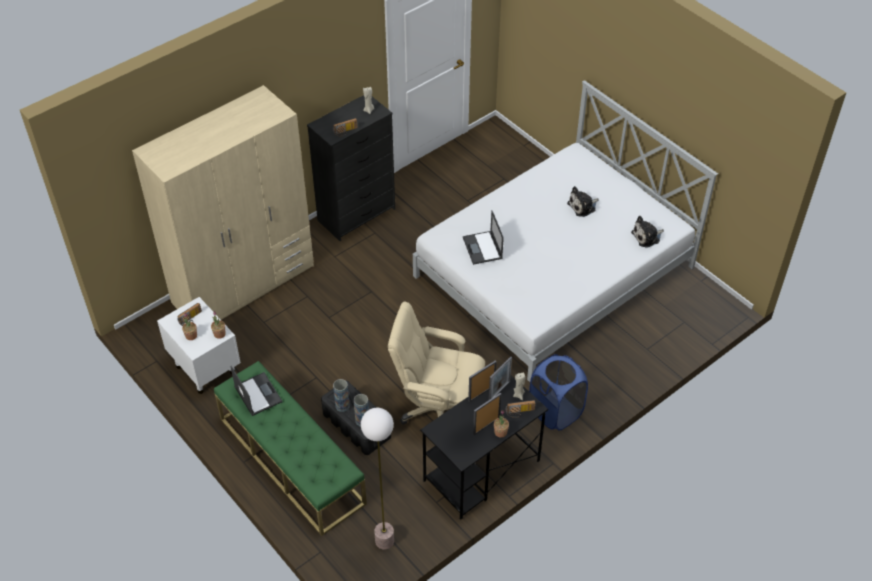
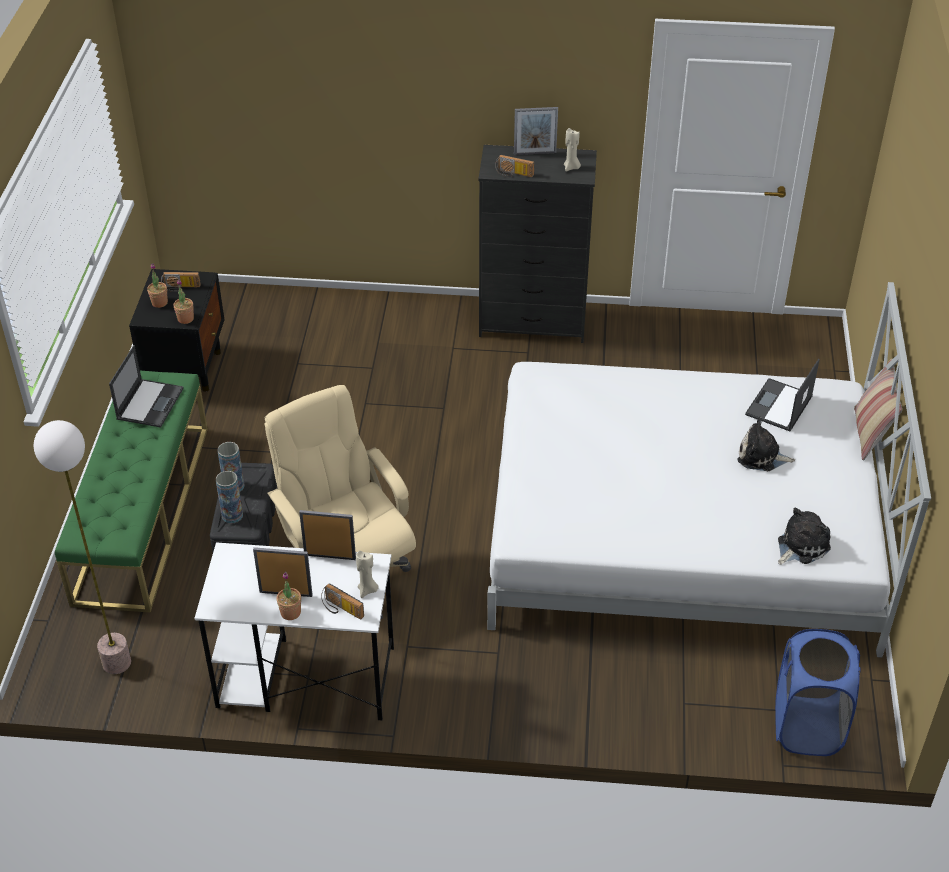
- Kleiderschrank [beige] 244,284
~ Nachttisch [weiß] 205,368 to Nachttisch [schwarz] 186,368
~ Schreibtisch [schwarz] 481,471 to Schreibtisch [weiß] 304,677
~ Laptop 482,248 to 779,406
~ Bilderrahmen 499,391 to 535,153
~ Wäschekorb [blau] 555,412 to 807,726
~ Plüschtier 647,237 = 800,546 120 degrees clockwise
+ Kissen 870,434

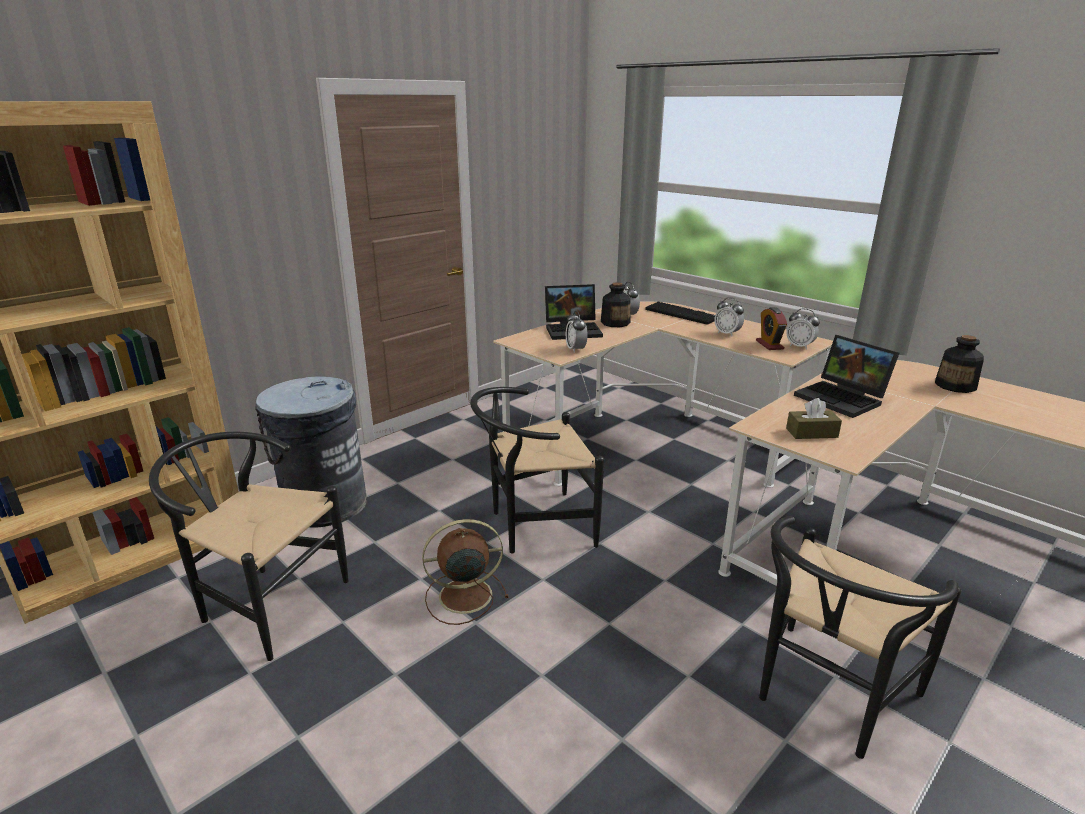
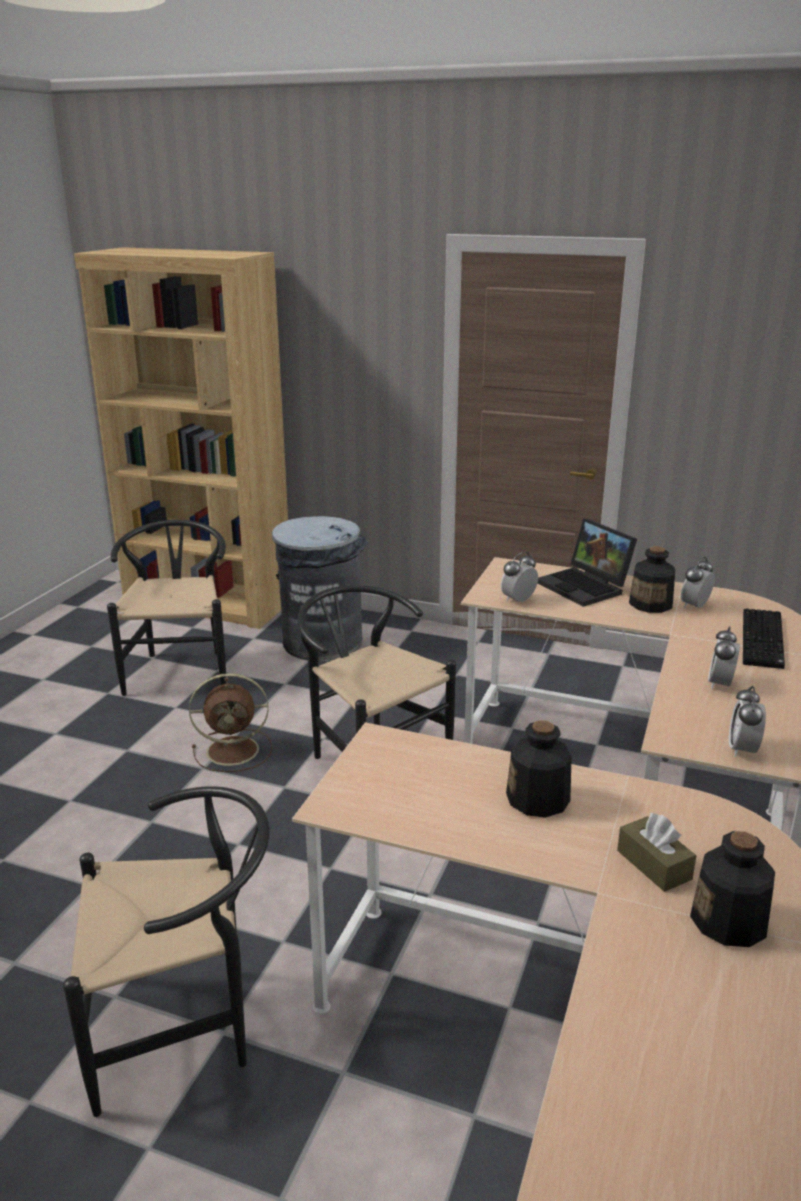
~ Ventilator [braun] 463,596 = 235,750 120 degrees clockwise
- Wecker 769,345
~ Stuhl [schwarz] 826,698 = 186,1026 150 degrees clockwise
~ Taschentuchbox [braun] 811,433 to 654,865
~ Laptop 843,399 to Flasche 538,799

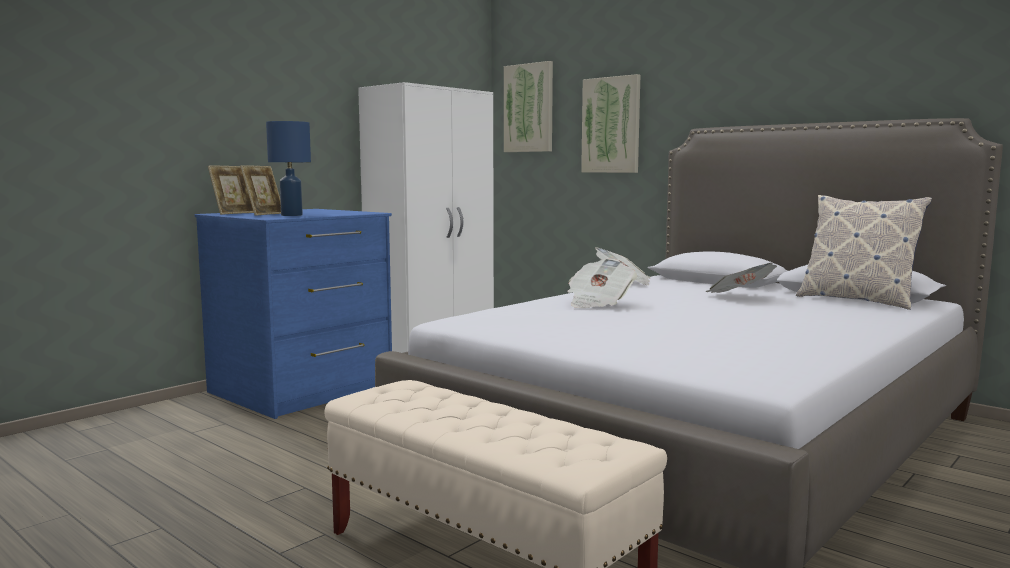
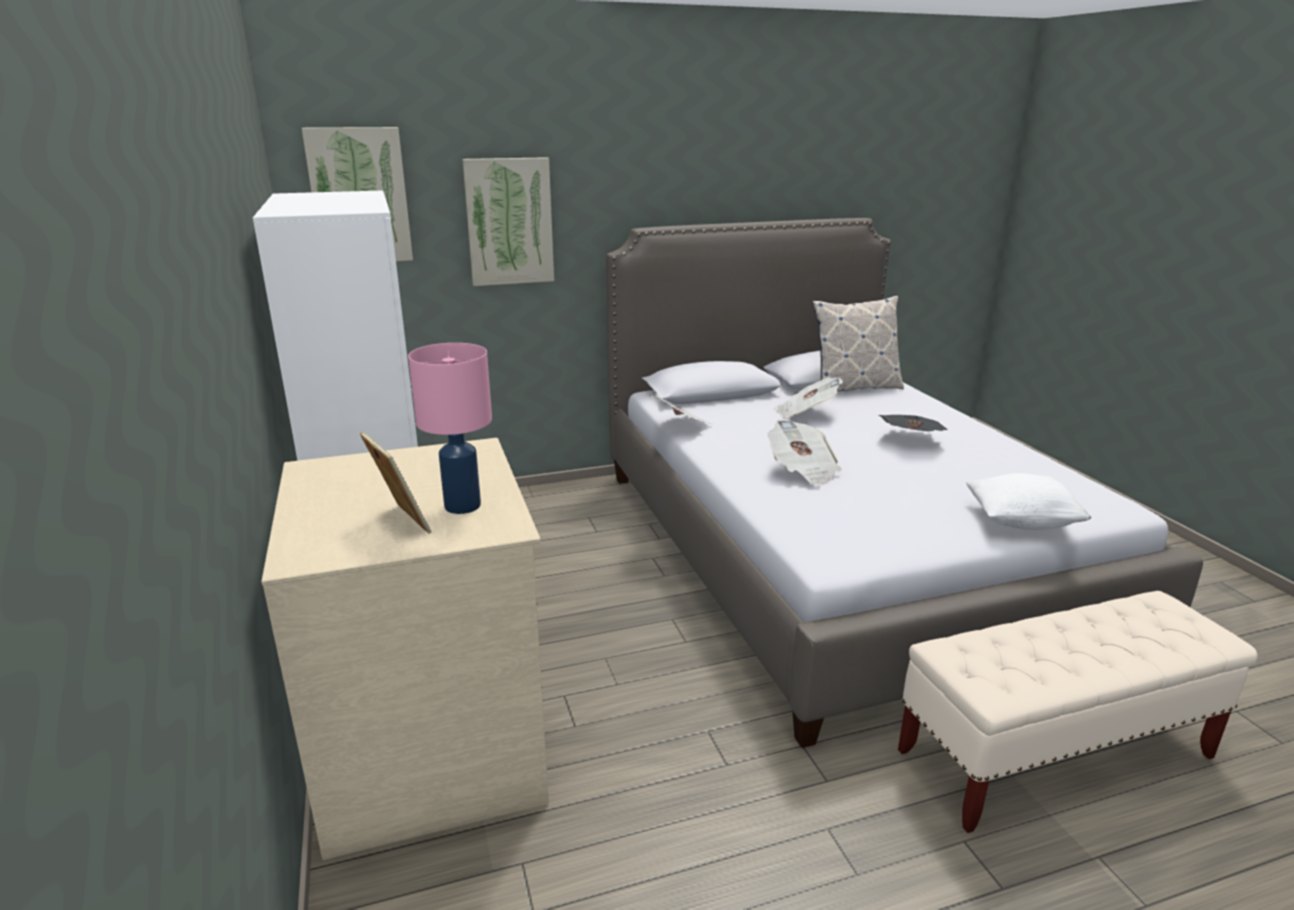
~ Kommode [blau] 302,390 to Kommode [beige] 435,746
- Bilderrahmen 233,213
~ Tischlampe [blau] 292,215 to Tischlampe [rosa] 461,505
+ Zeitung 911,440
+ Kissen [weiß] 1022,522

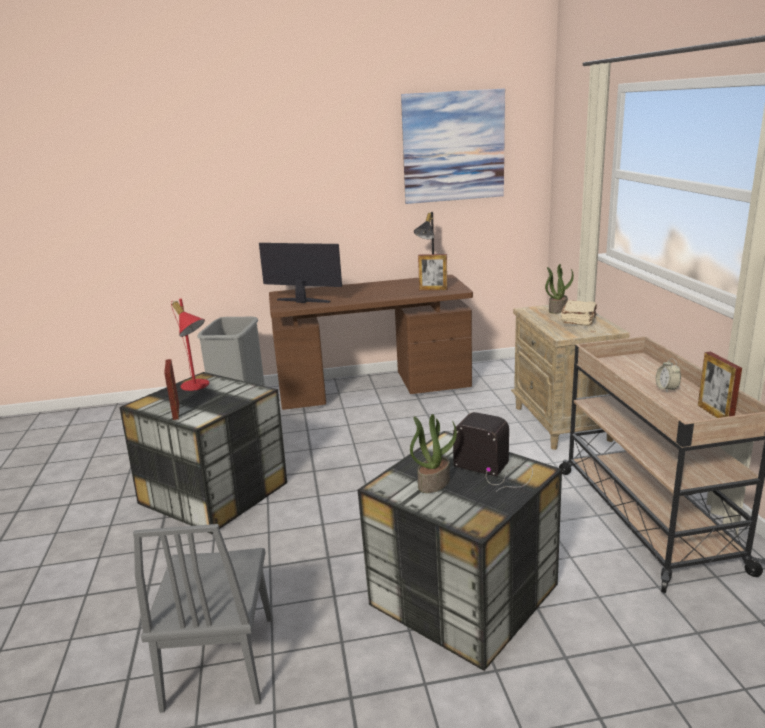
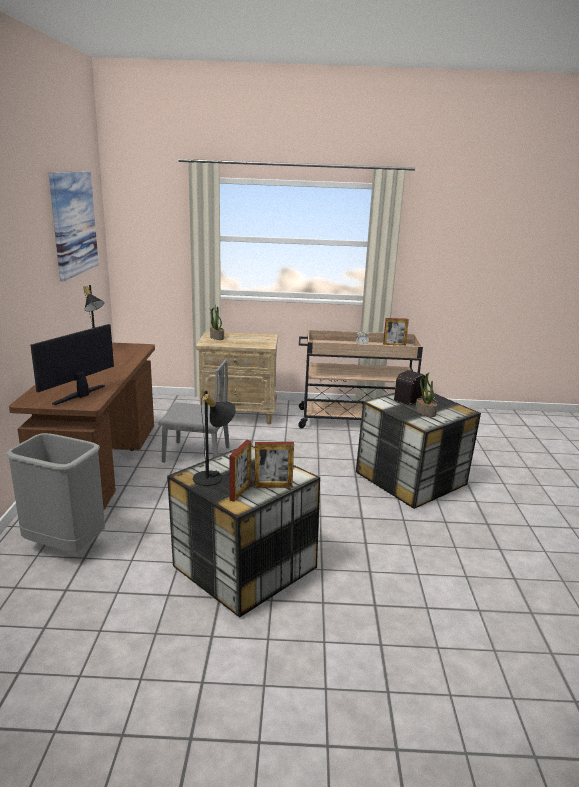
~ Stuhl [grau] 220,661 to 196,454
~ Tischlampe [rot] 197,386 to Tischlampe [schwarz] 213,477
~ Bilderrahmen 433,289 to 240,491
- Buch [beige] 579,320

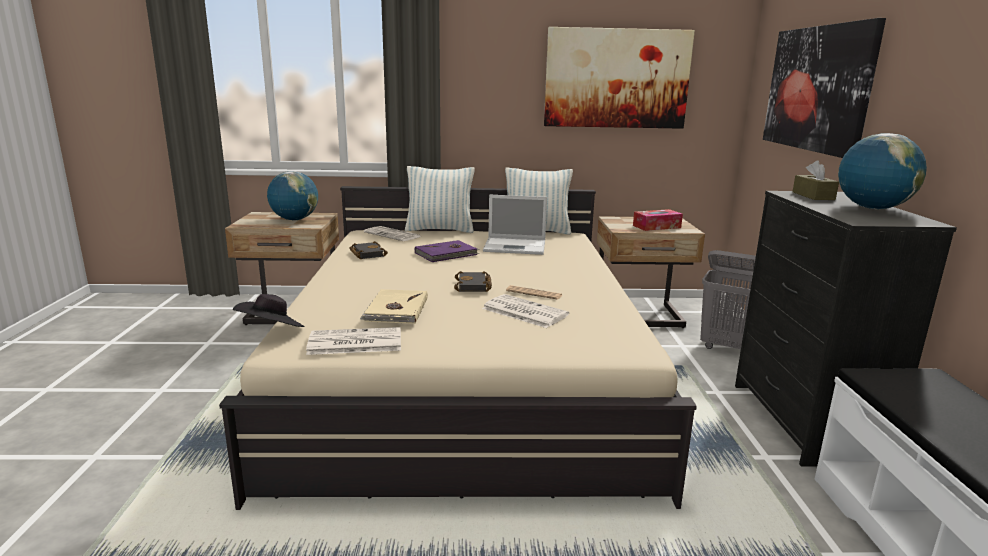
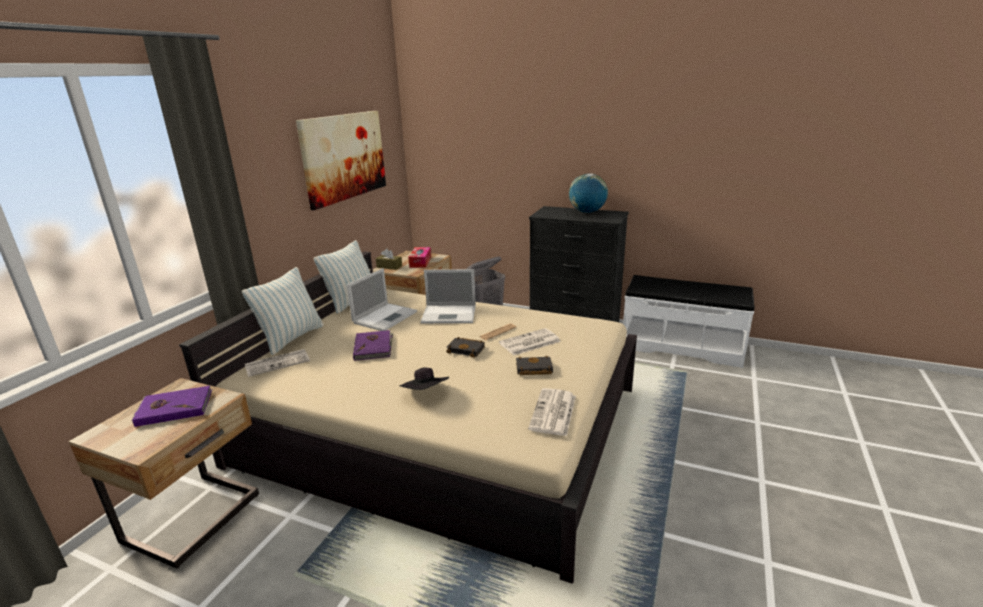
~ Hut [schwarz] 272,331 to 426,394
~ Globus 295,220 to Buch [lila] 174,408
~ Buch [schwarz] 366,254 to 533,369
- Buch [beige] 395,310
- Bild 817,89
~ Taschentuchbox [braun] 813,196 to 389,266
+ Laptop 450,314

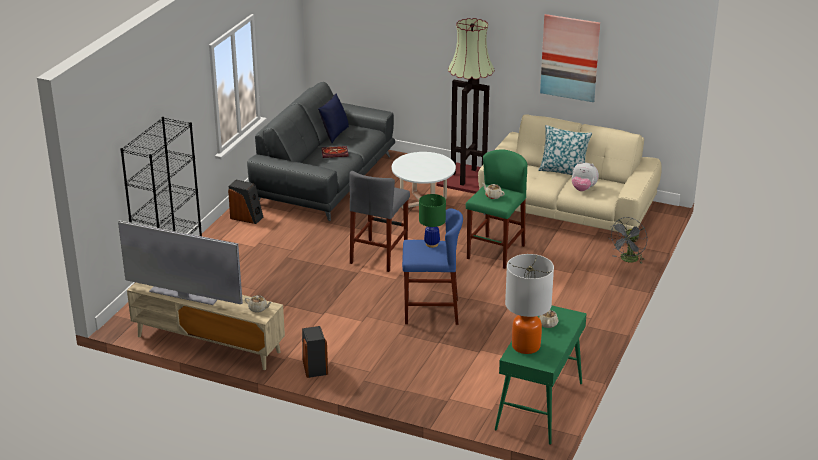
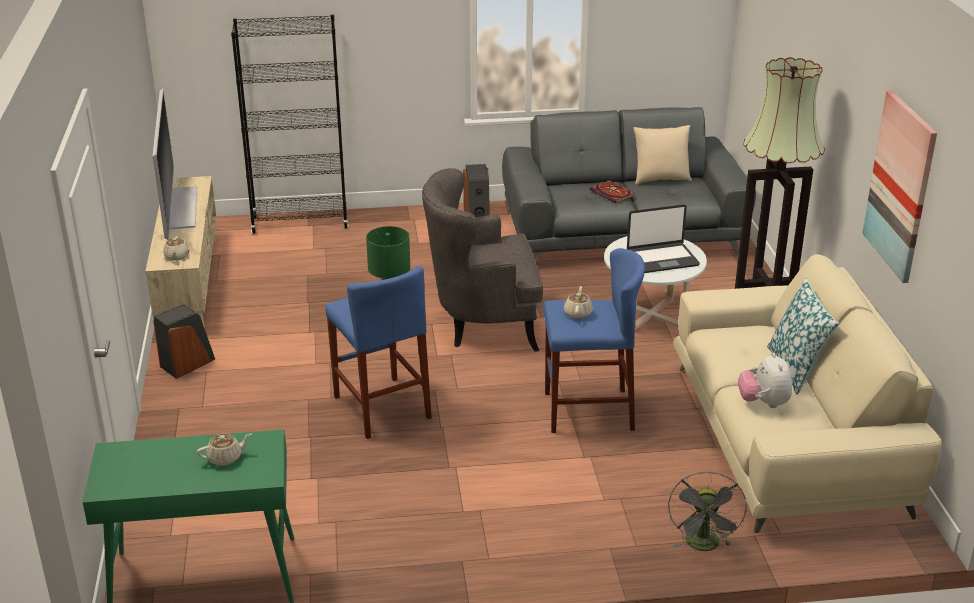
~ Kissen [blau] 334,134 to Kissen [beige] 660,179
~ Hocker [grau] 379,255 to Sessel [grau] 483,325
~ Hocker [grün] 495,252 to Hocker [blau] 588,411
- Tischlampe 525,346
~ Ventilator [grau] 628,260 = 704,546 90 degrees counterclockwise
+ Laptop 662,259

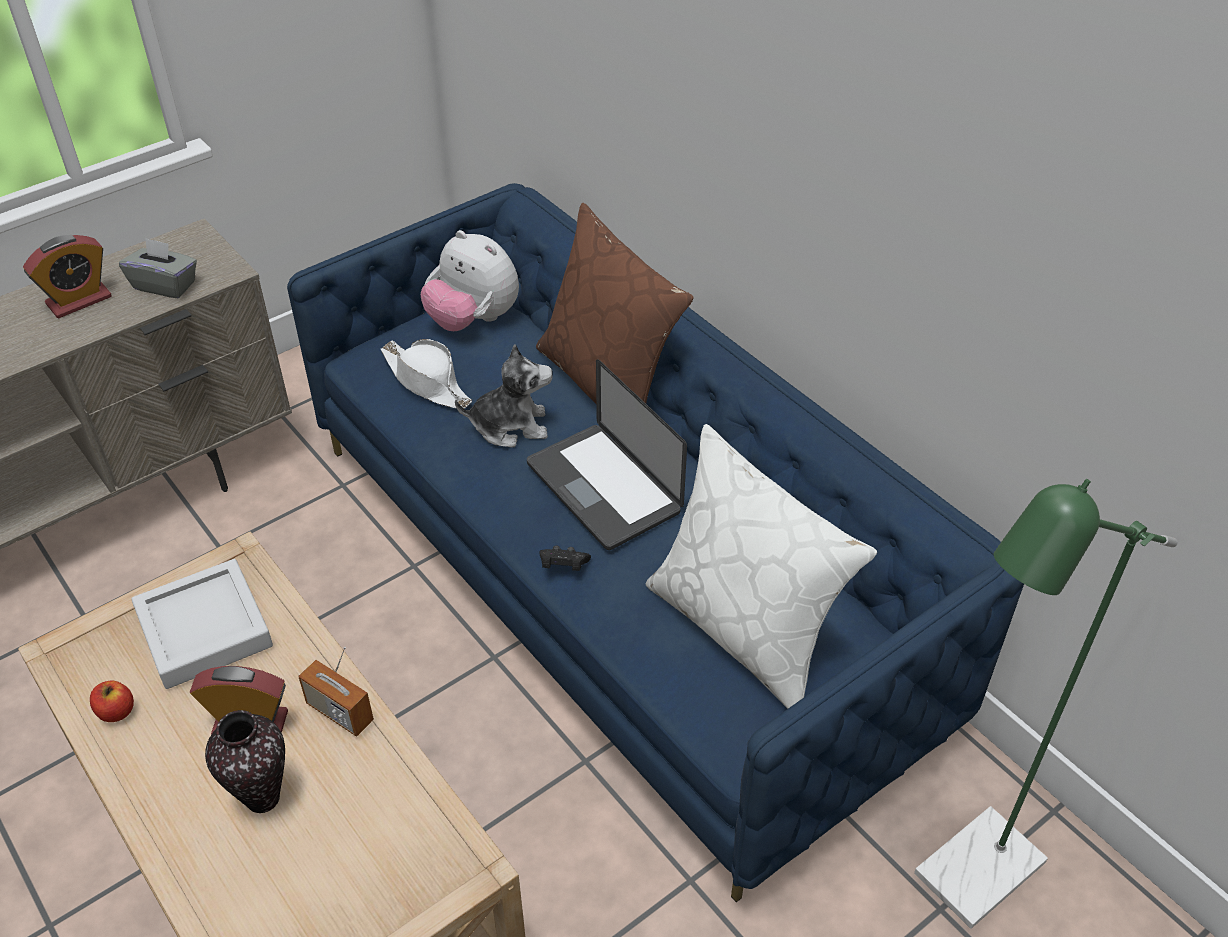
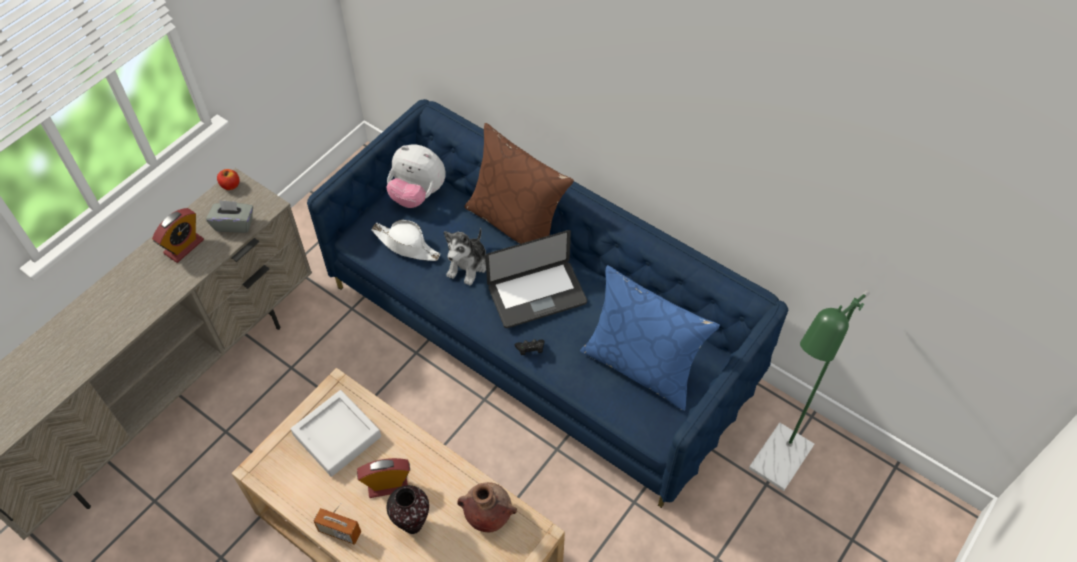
~ Apfel 116,711 to 230,185
~ Radio 340,712 to 340,532
~ Plüschtier 510,426 = 468,265 135 degrees clockwise
~ Laptop 603,488 = 537,295 60 degrees counterclockwise
~ Kissen [weiß] 744,629 to Kissen [blau] 641,366
+ Vase [braun] 487,515

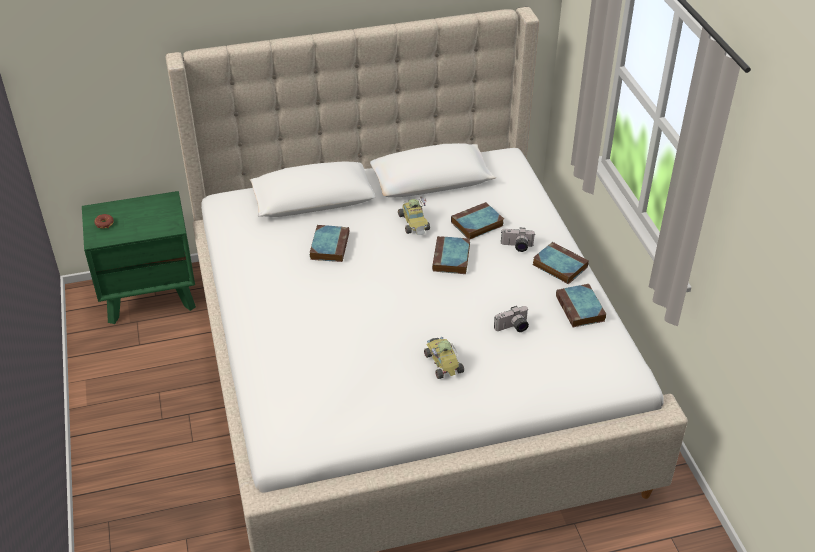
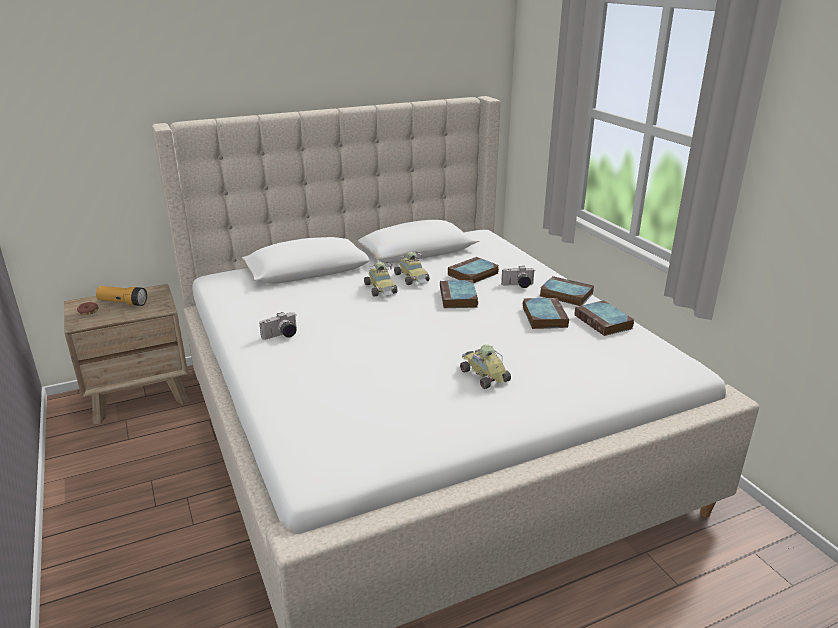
~ Nachttisch [grün] 150,294 to Nachttisch [braun] 140,396
~ Buch 329,246 to 543,316
~ Kamera 513,328 to 281,336
+ Taschenlampe 123,303
+ Spielzeugauto 381,289

